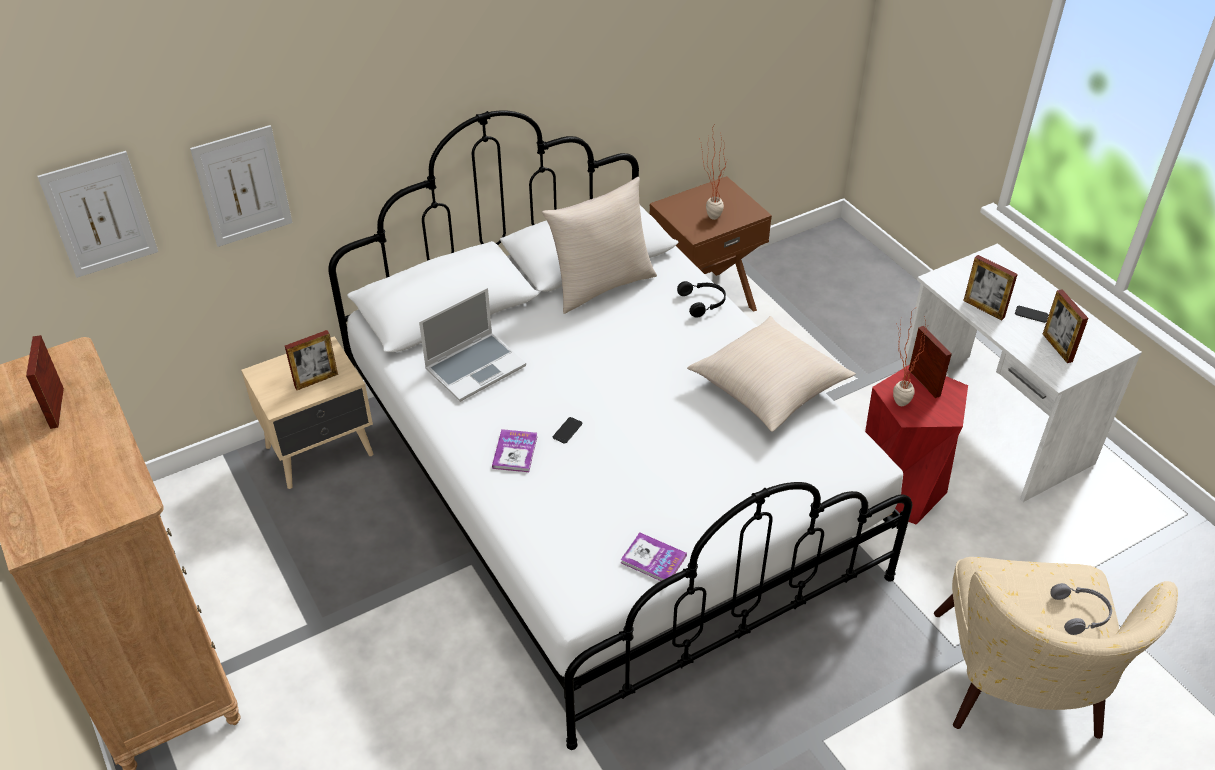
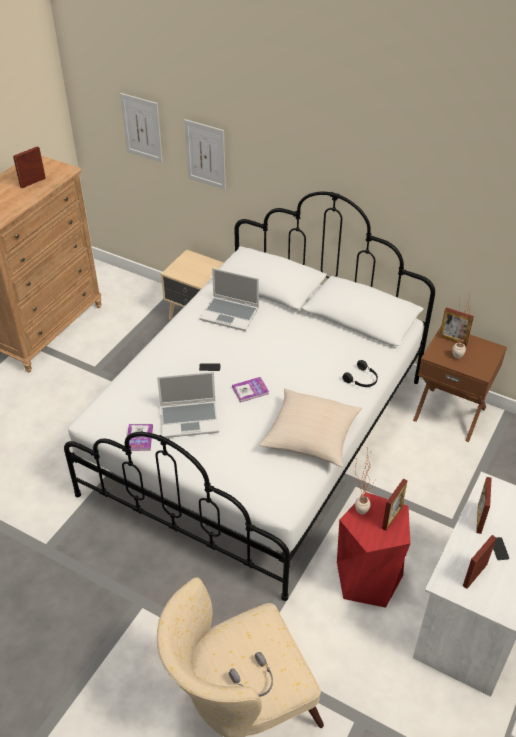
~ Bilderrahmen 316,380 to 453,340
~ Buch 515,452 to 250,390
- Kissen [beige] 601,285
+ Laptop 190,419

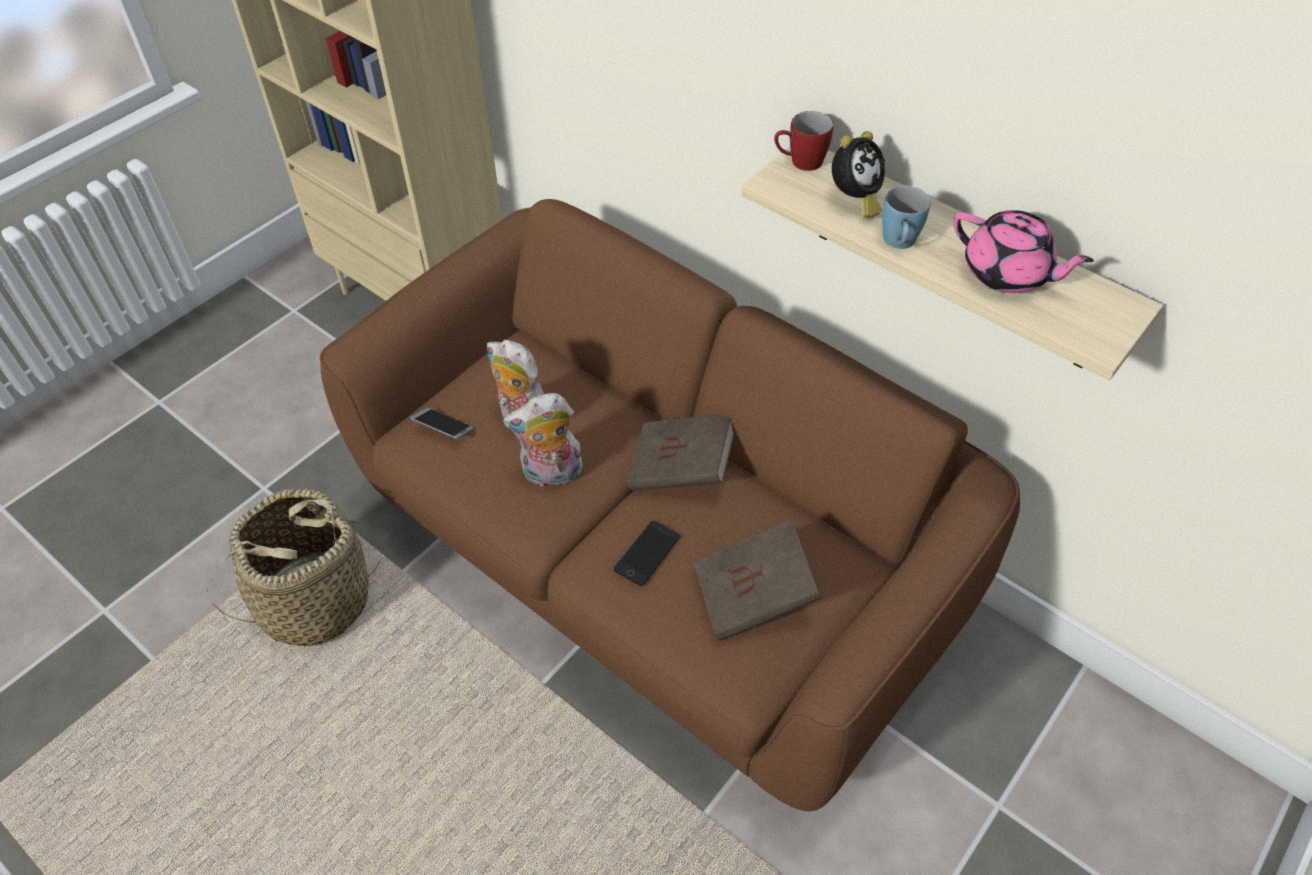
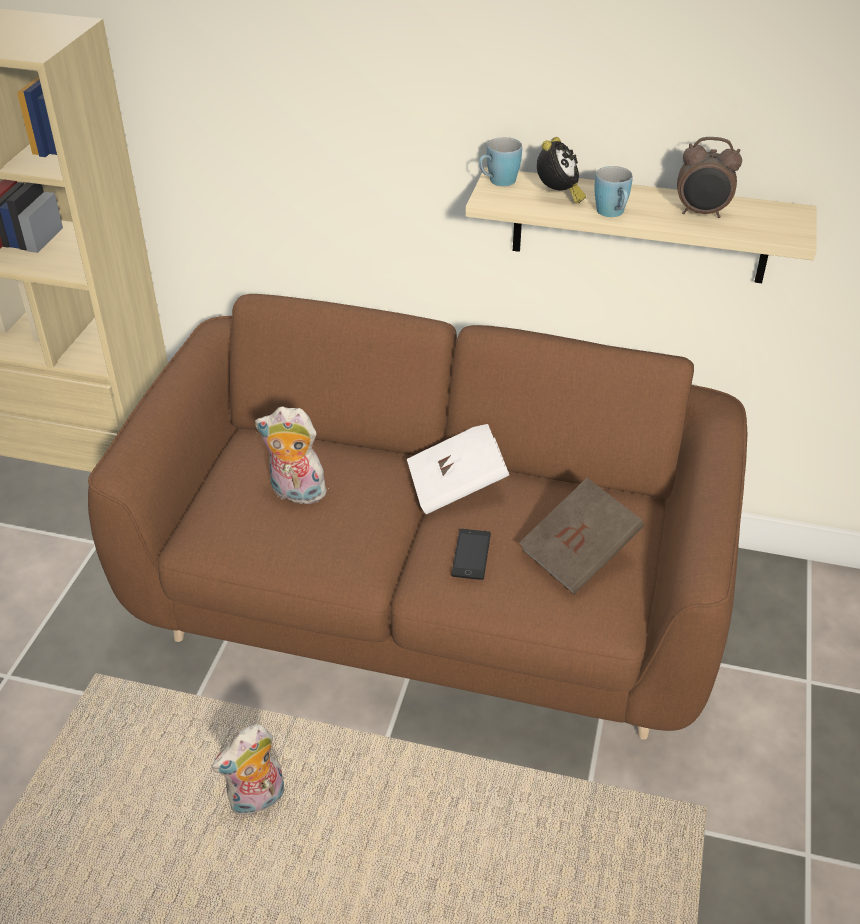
- Korb 314,600
- Handy 442,427
~ Plüschtier 551,474 to 257,801
~ Buch [braun] 681,469 to Buch [weiß] 456,486
~ Henkelbecher [rot] 799,162 to Henkelbecher [blau] 497,182
~ Teekanne [rosa] 1007,274 to Wecker 702,213

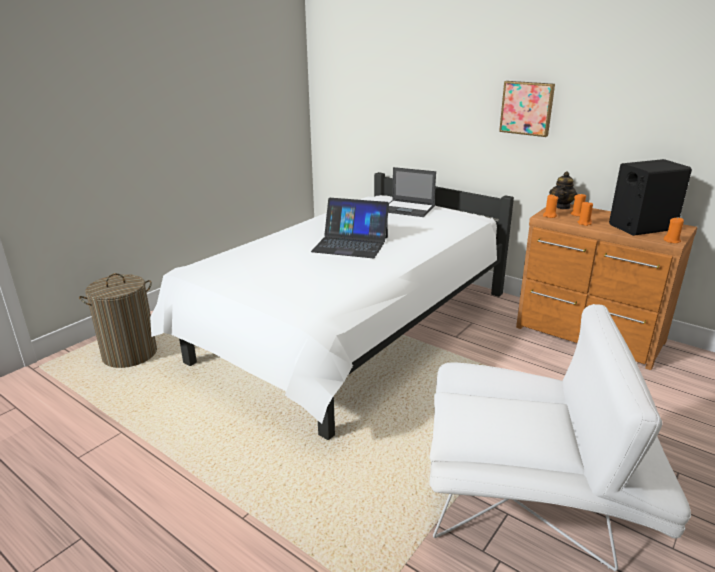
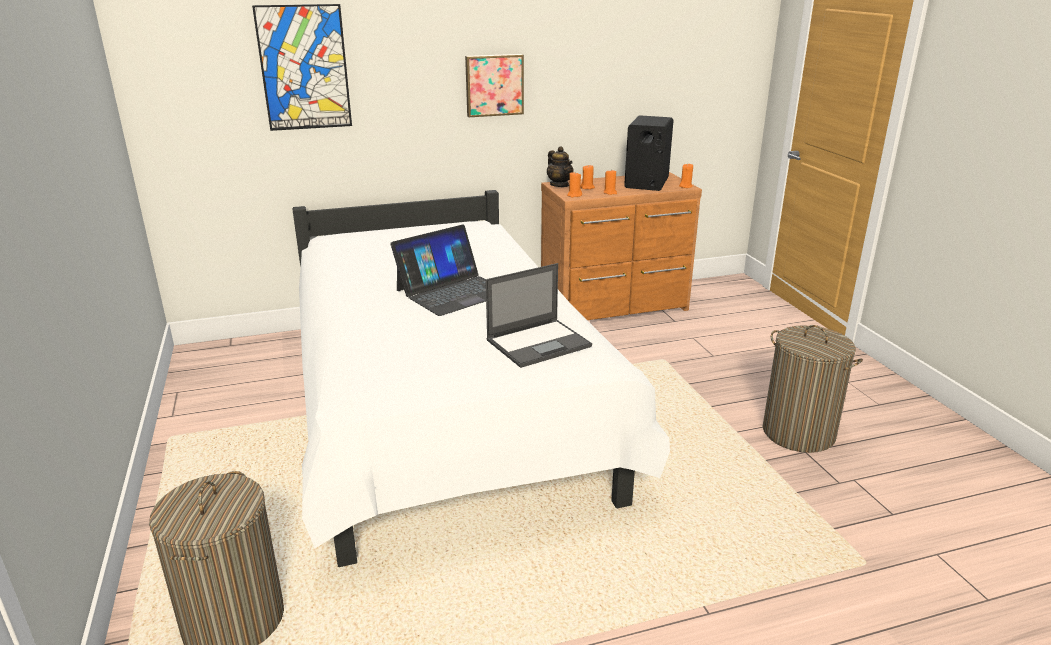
~ Laptop 408,209 to 539,343
~ Sessel [weiß] 534,500 to Wäschekorb 798,433
+ Bild 304,68

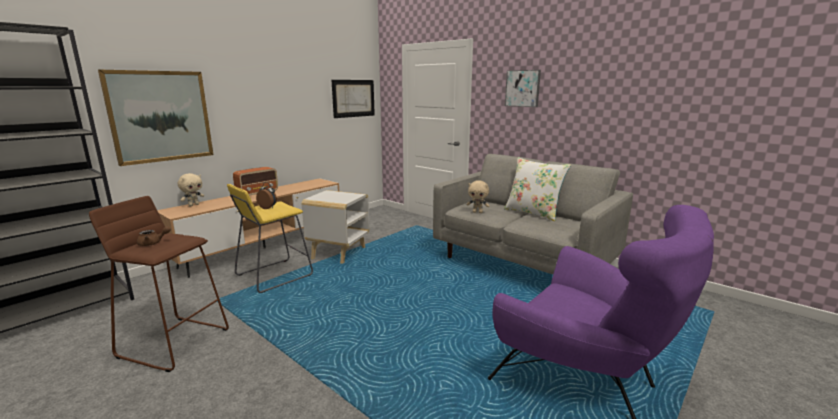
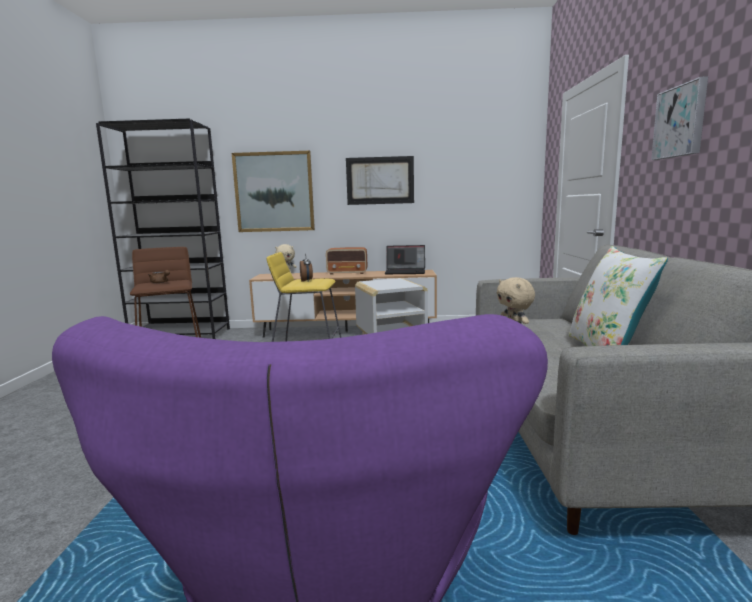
~ Bild 353,98 to 380,180
+ Laptop 406,272

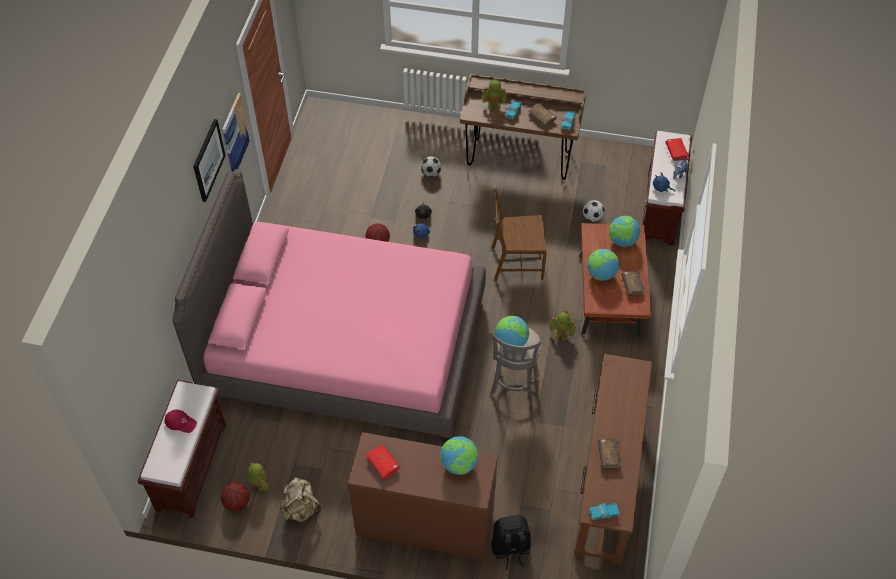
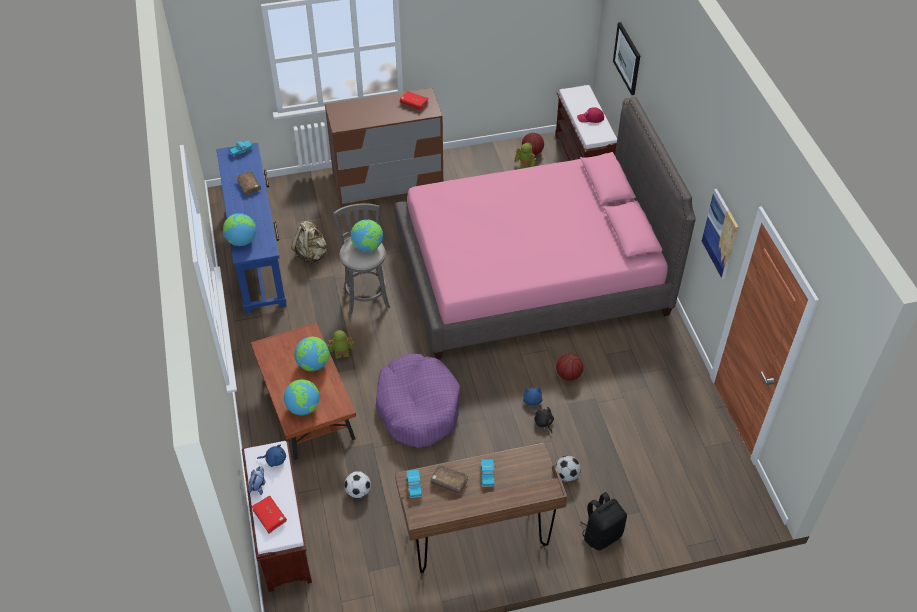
~ Bild 208,160 to 627,58
~ Rucksack [beige] 301,508 to 311,254
~ Globus 459,464 to 242,241
- Spielzeugroboter 494,104
~ Rucksack [schwarz] 510,549 to 601,534
~ Stuhl [braun] 516,262 to Hundebett [lila] 418,407
~ Konsolentisch [braun] 607,480 to Konsolentisch [blau] 257,255
- Buch [braun] 632,285

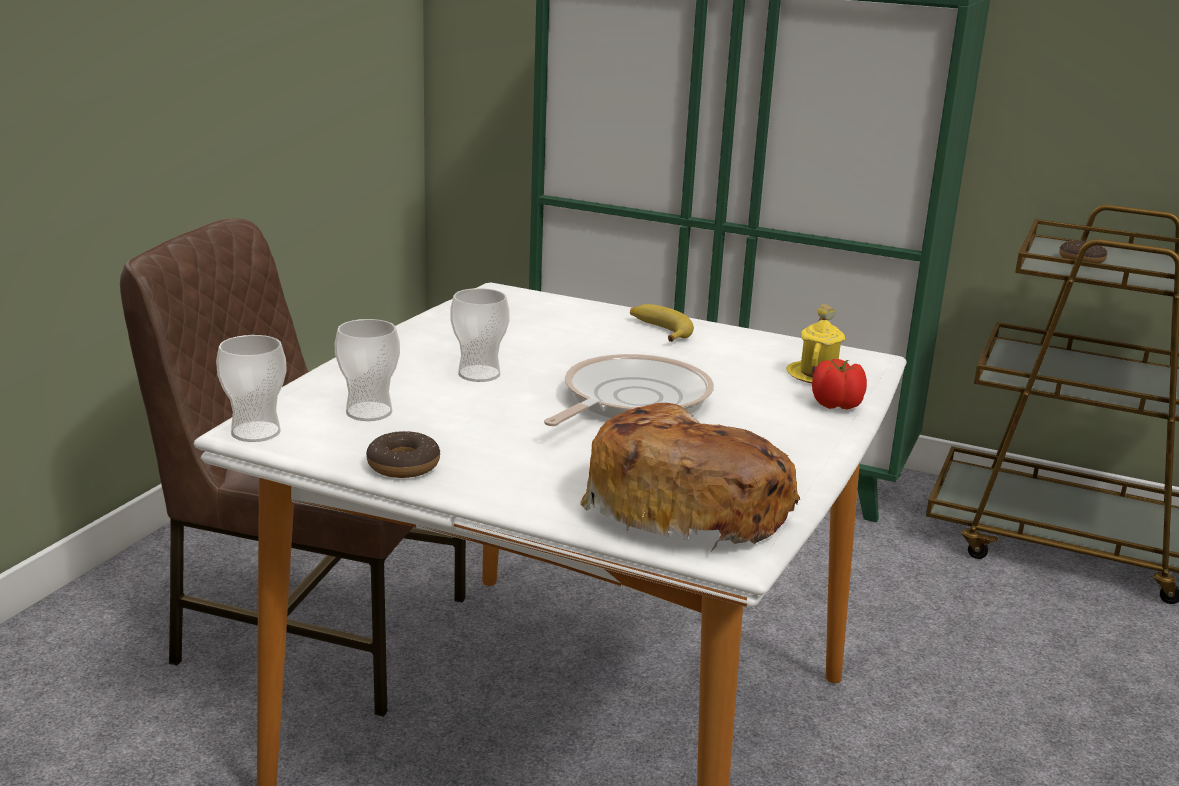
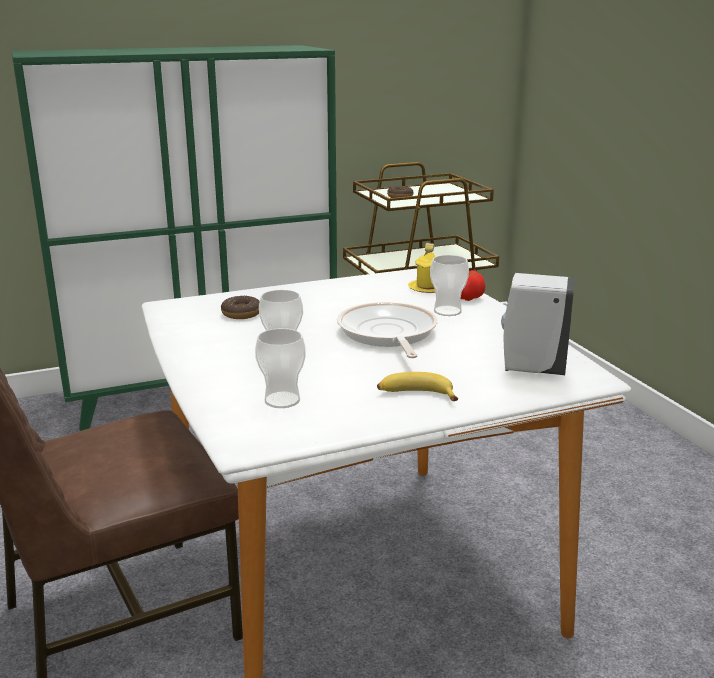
~ Tasse 256,432 to 447,311
~ Donut 403,465 to 241,314
~ Brot 686,506 to Seifenspender [weiß] 531,369
~ Banane 658,331 to 416,395

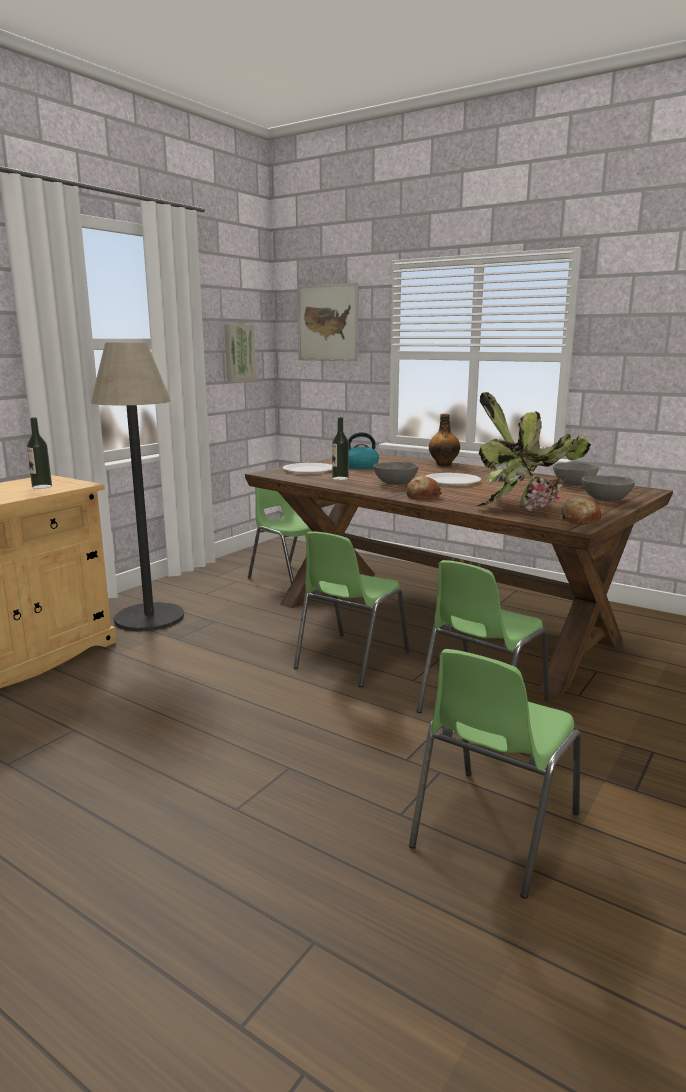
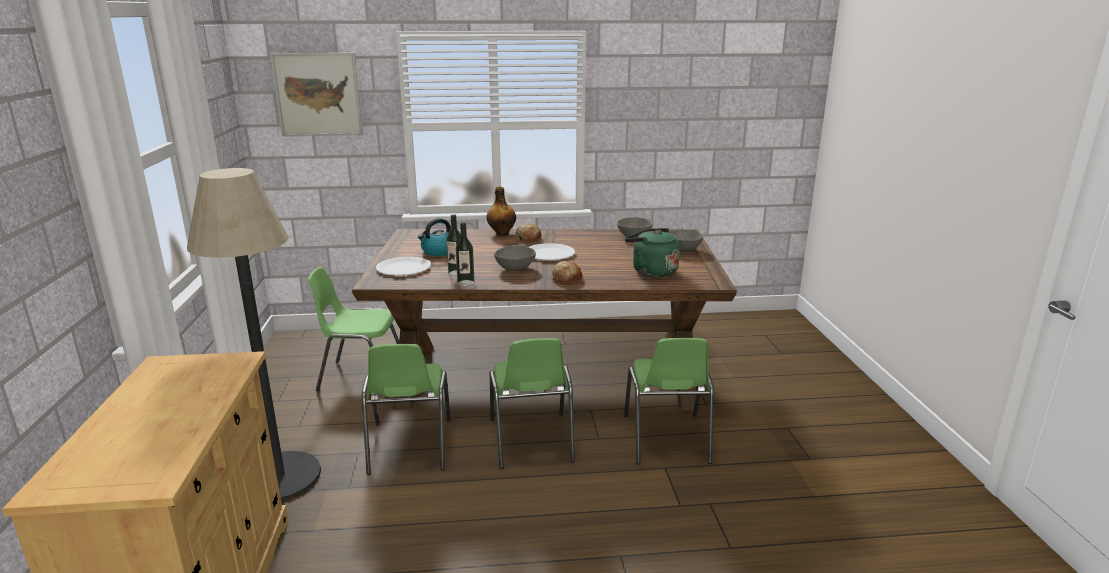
~ Flasche 42,486 to 466,283
- Bild 238,353
~ Stuhl [grün] 492,830 to 409,447
~ Topfpflanze 524,506 to Wasserkessel [grün] 651,272
~ Brot 579,520 to 528,239

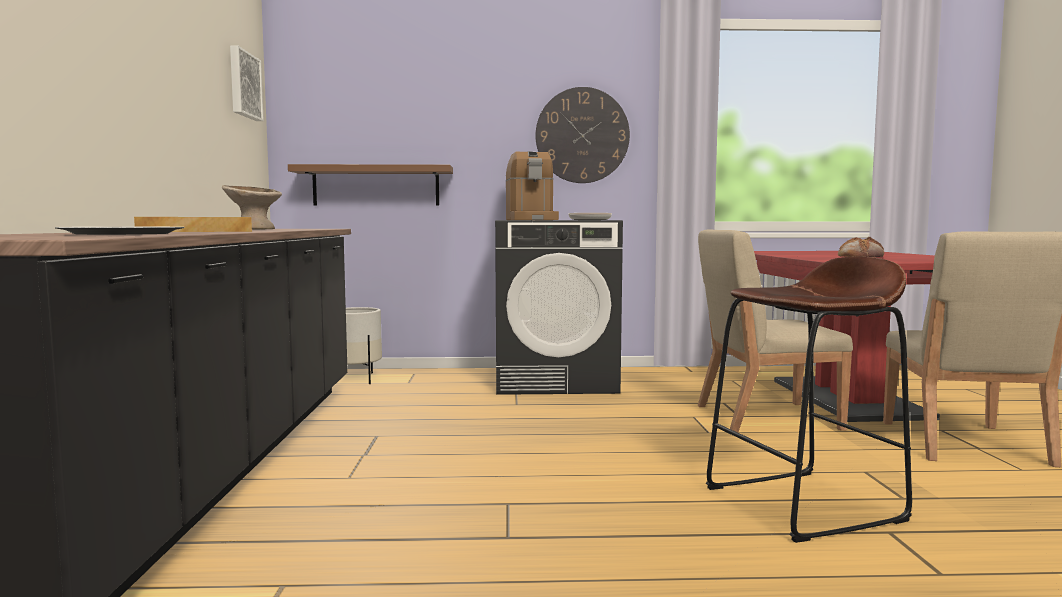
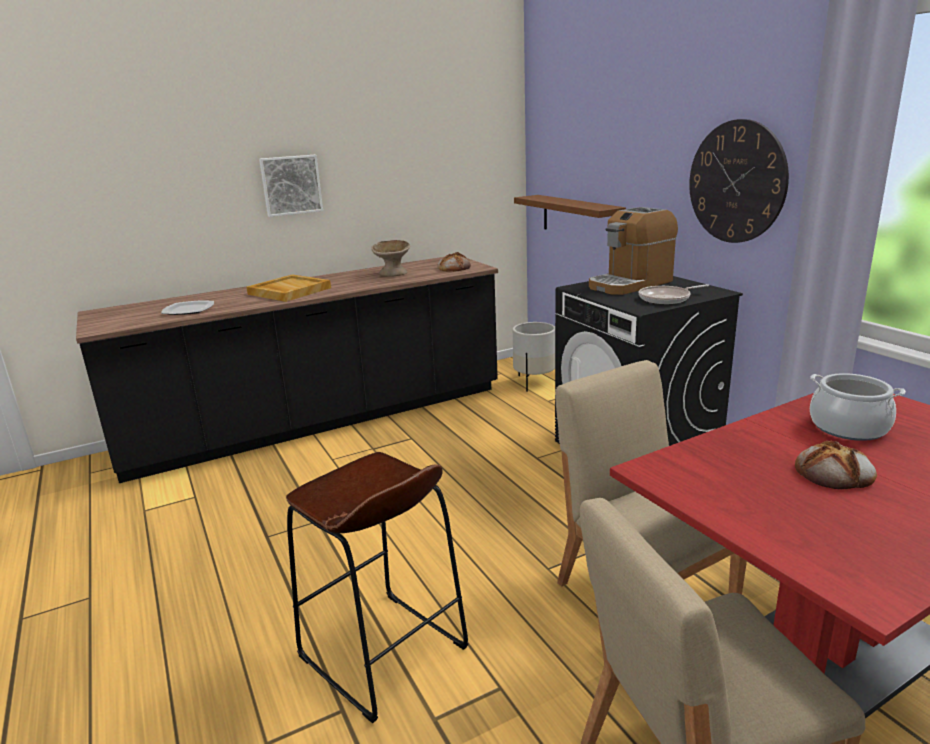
~ Bild 243,85 to 291,185
+ Brot 454,267
+ Kochtopf 848,427

